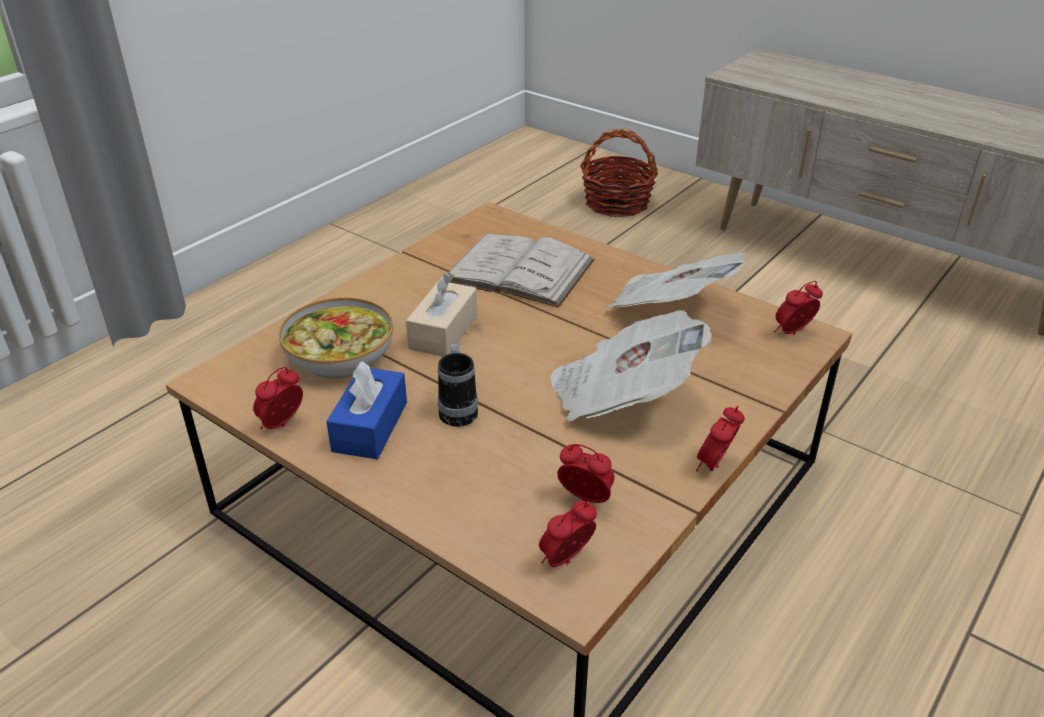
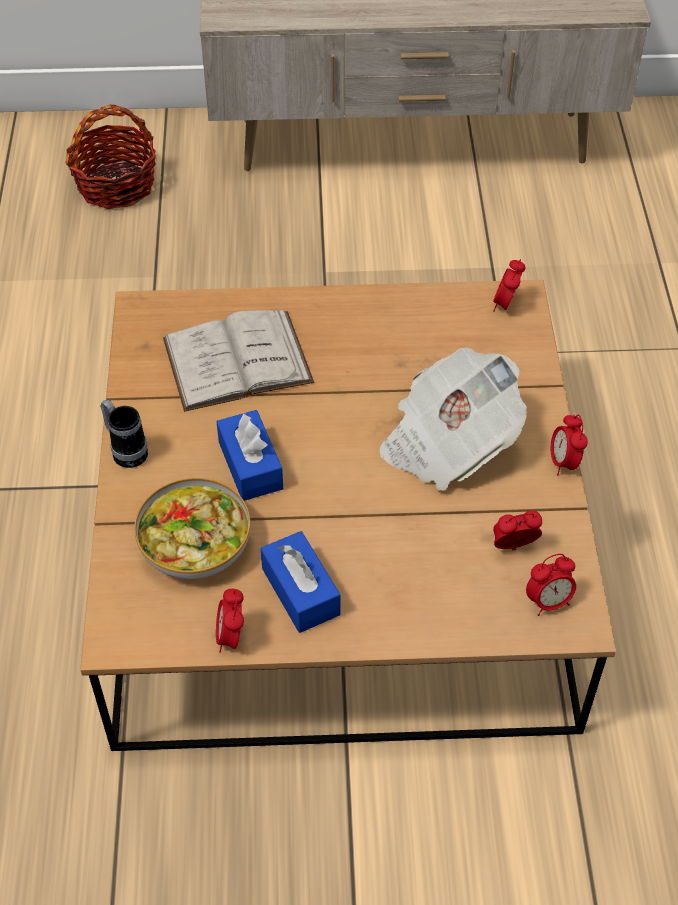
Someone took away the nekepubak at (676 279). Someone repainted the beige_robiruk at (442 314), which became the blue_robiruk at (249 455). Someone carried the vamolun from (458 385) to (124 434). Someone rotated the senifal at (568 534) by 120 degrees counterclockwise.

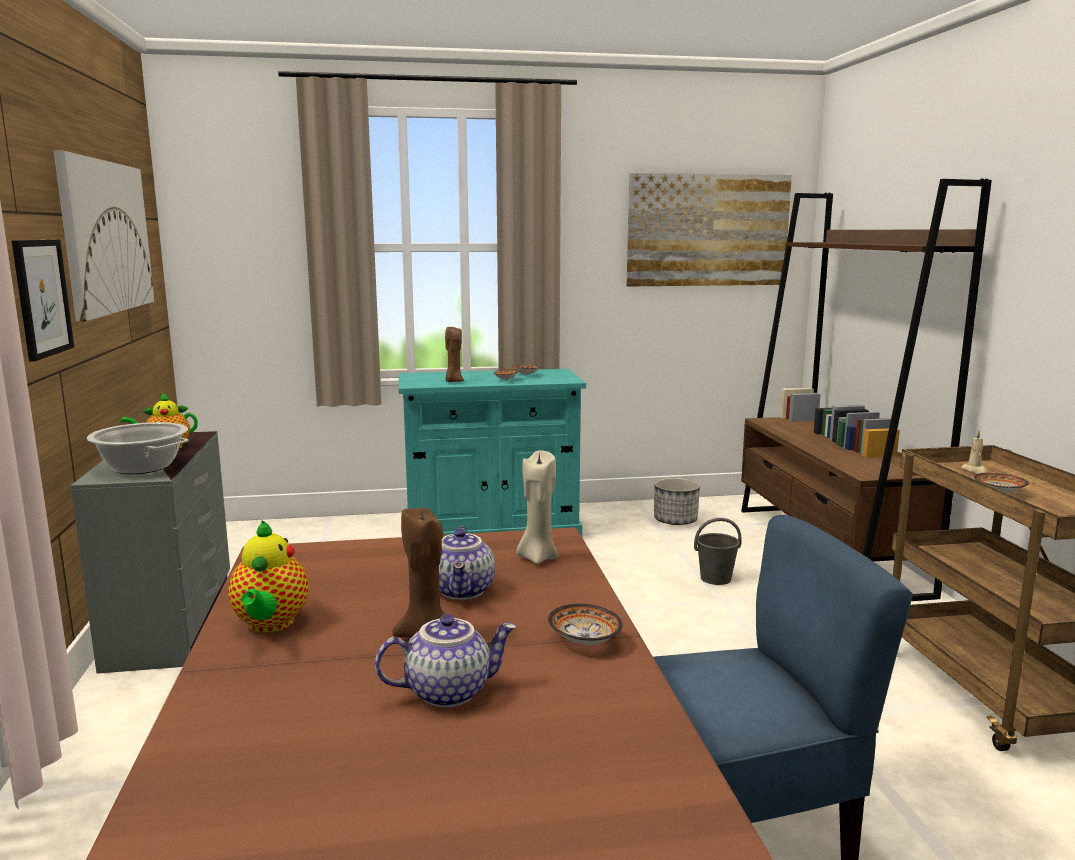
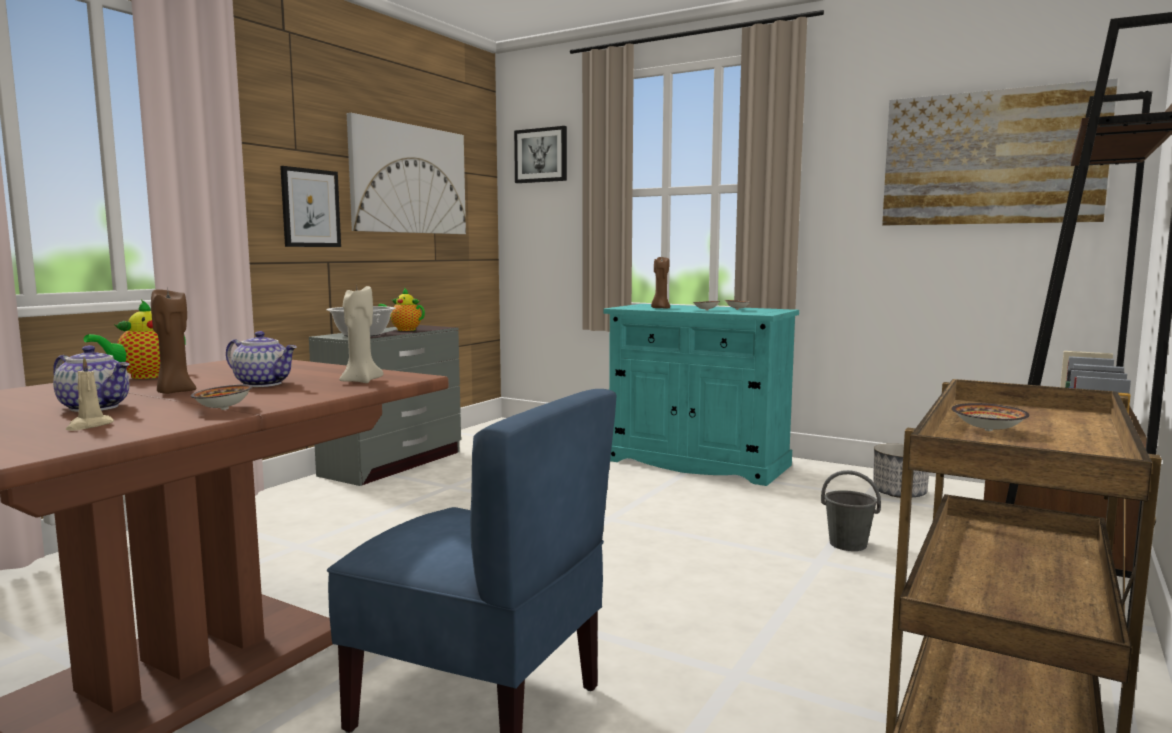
Someone carried the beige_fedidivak from (974 452) to (89 394). Someone rotated the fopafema at (467 563) by 105 degrees counterclockwise. Someone put up the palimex at (540 154).

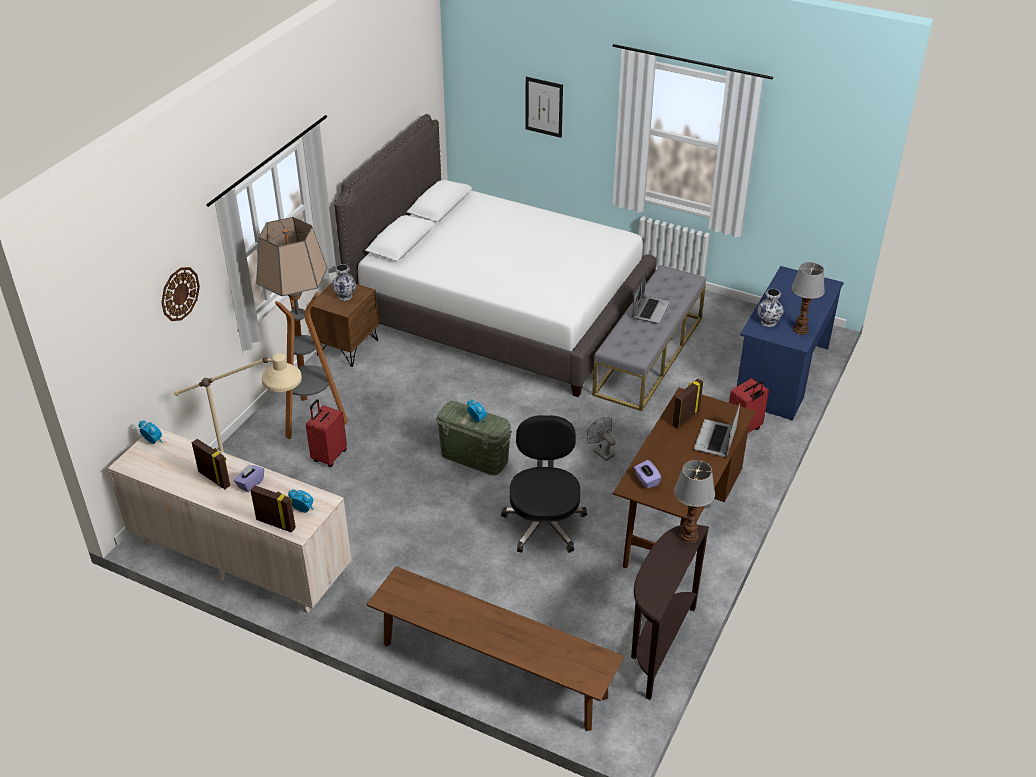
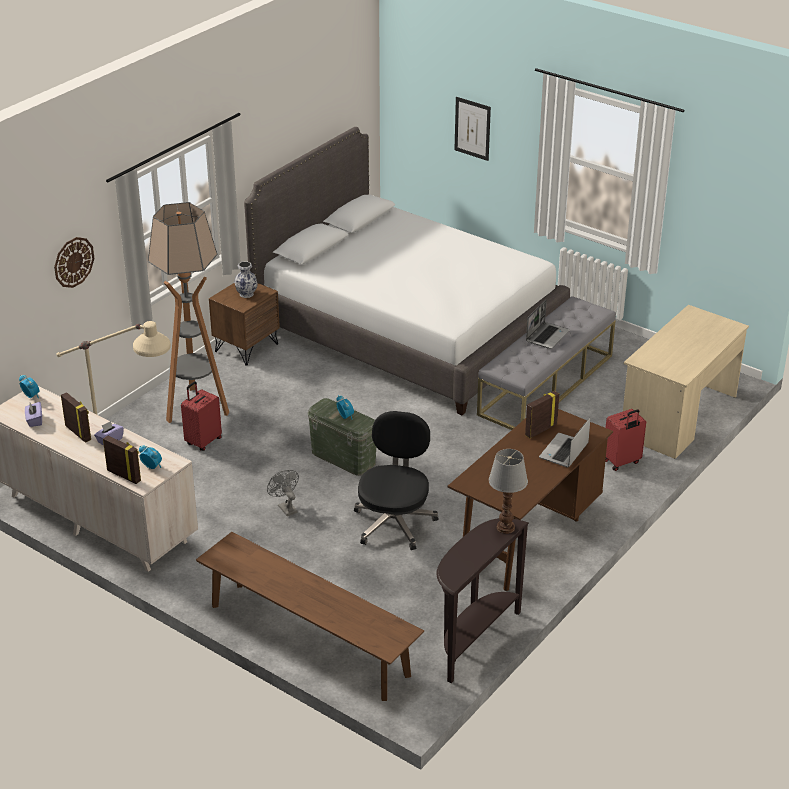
Someone took away the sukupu at (808 298). Someone repainted the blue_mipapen at (790 343), which became the beige_mipapen at (686 382). Someone took away the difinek at (770 308). Someone carried the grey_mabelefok from (601 439) to (283 493). Someone carried the purple_robiruk from (647 474) to (33 414).

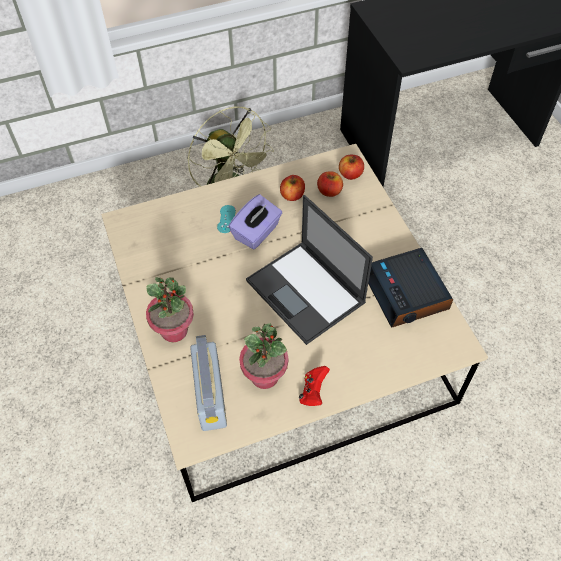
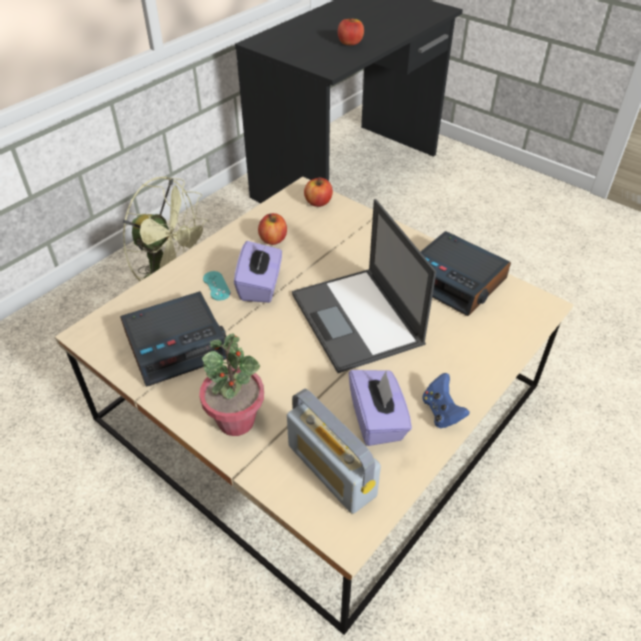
Someone carried the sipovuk from (330 184) to (351 31). Someone rotated the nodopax at (309 270) by 45 degrees clockwise. Someone swapped the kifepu at (263 356) for the purple_robiruk at (380 408). Someone repainted the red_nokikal at (314 386), which became the blue_nokikal at (446 400). Someone put down the senifal at (173 339).

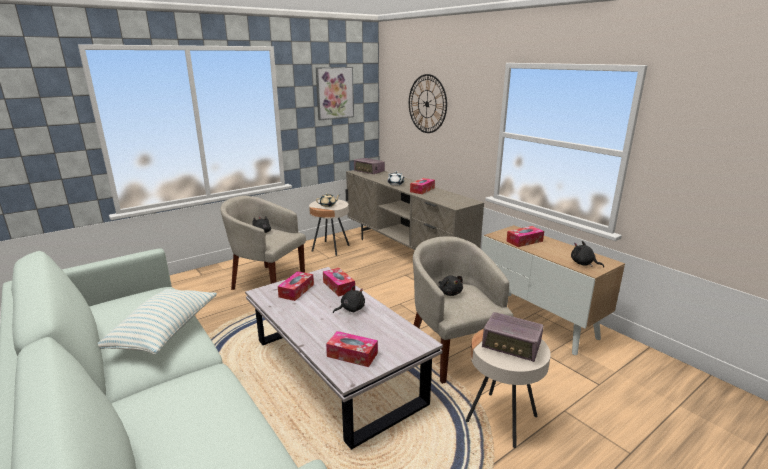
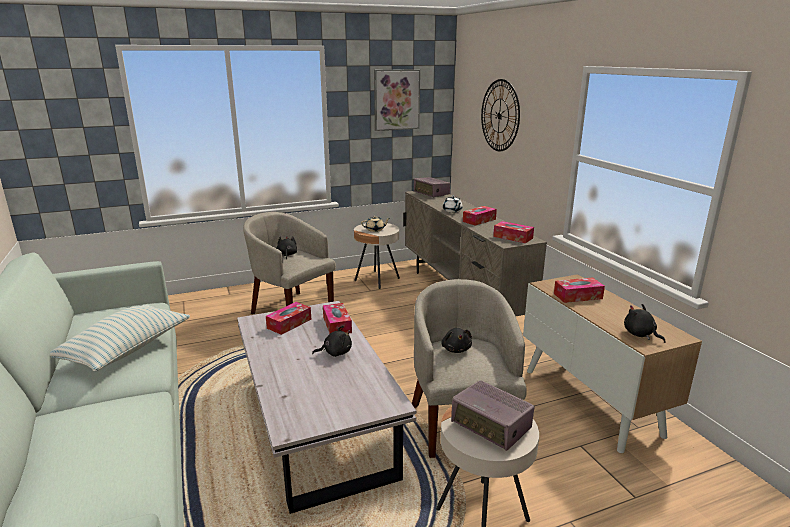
Someone carried the robiruk from (352 349) to (513 232).

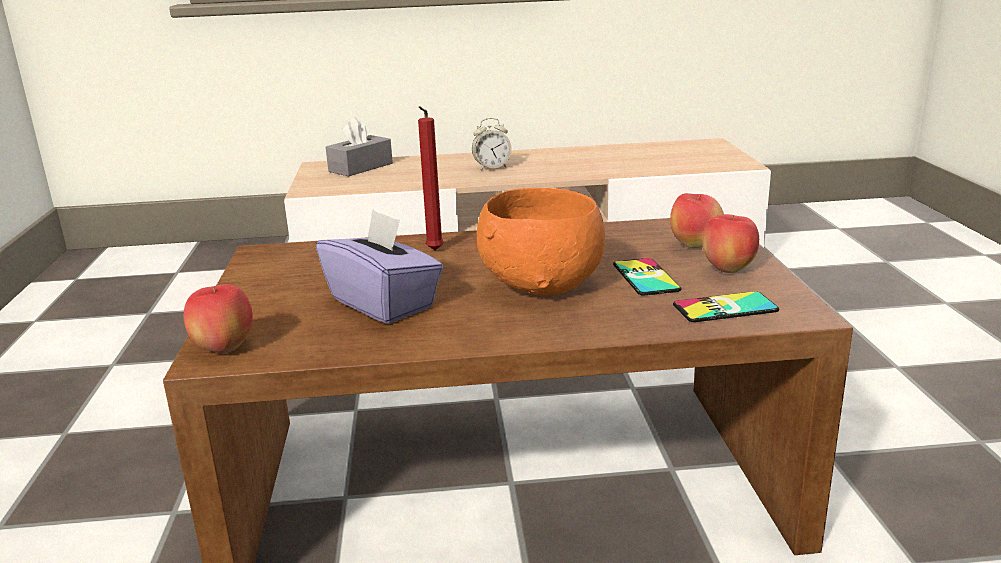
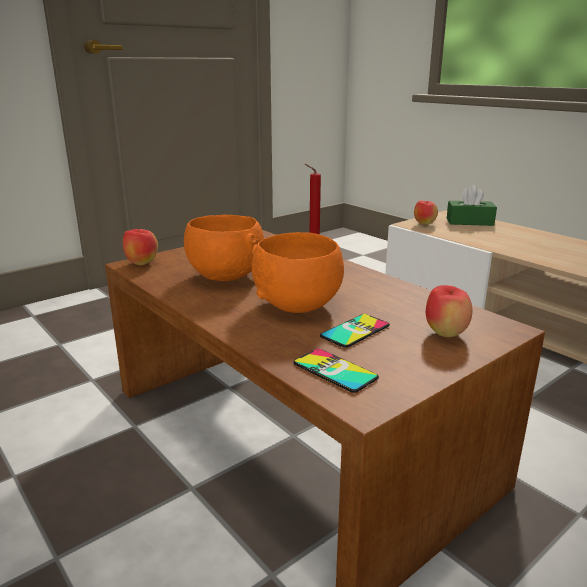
Someone repainted the grey_robiruk at (359 146), which became the green_robiruk at (472 205). Someone took away the senifal at (492 144). Someone swapped the purple_robiruk at (379 266) for the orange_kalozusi at (224 248). Someone carried the sipovuk from (730 243) to (426 213).

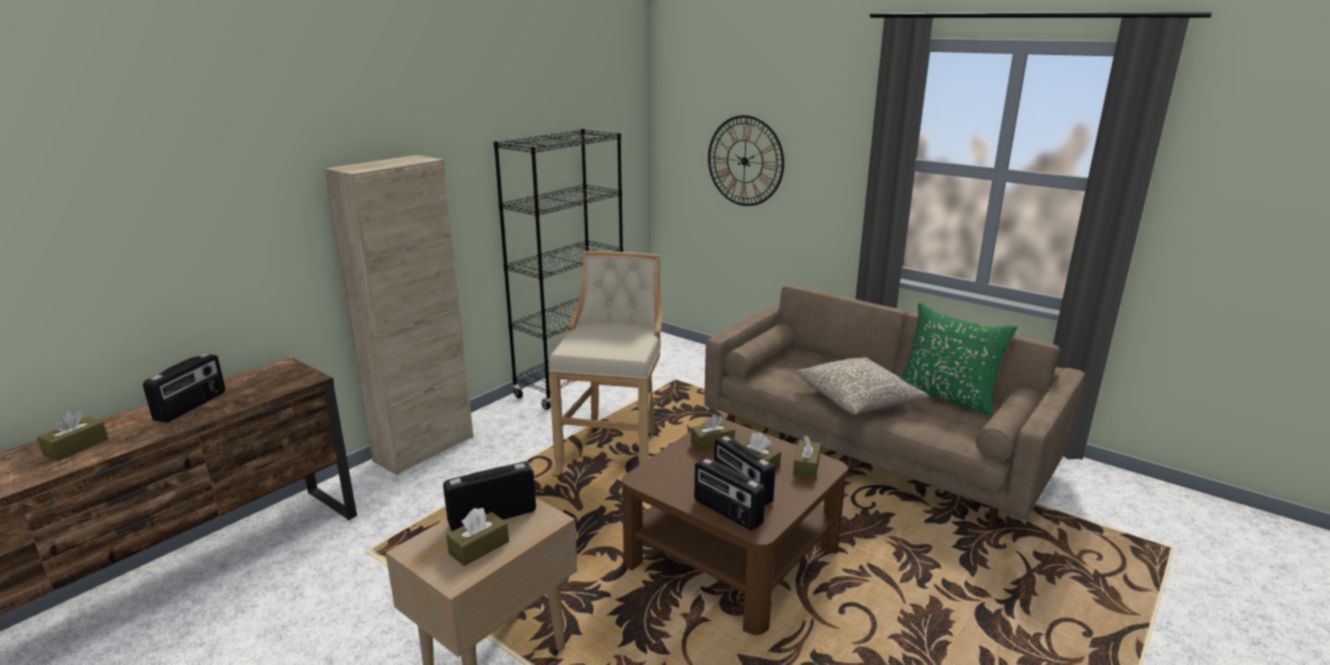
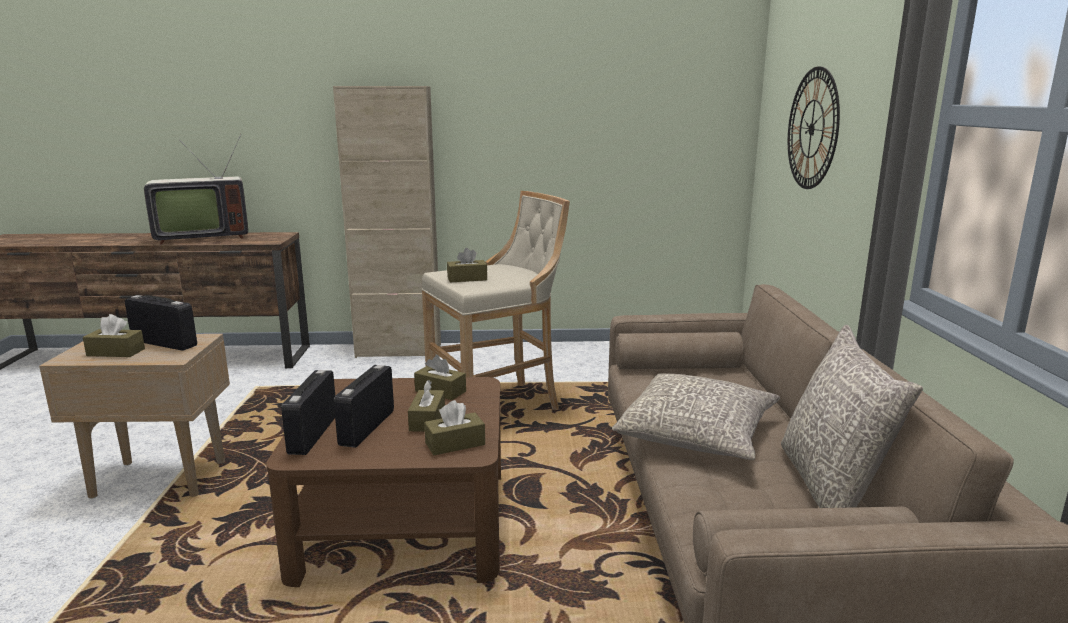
Someone took away the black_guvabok at (558 269). Someone repainted the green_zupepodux at (959 358), which became the grey_zupepodux at (852 416). Someone swapped the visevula at (184 388) for the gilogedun at (196 189). Someone carried the brown_robiruk from (73 435) to (467 265).

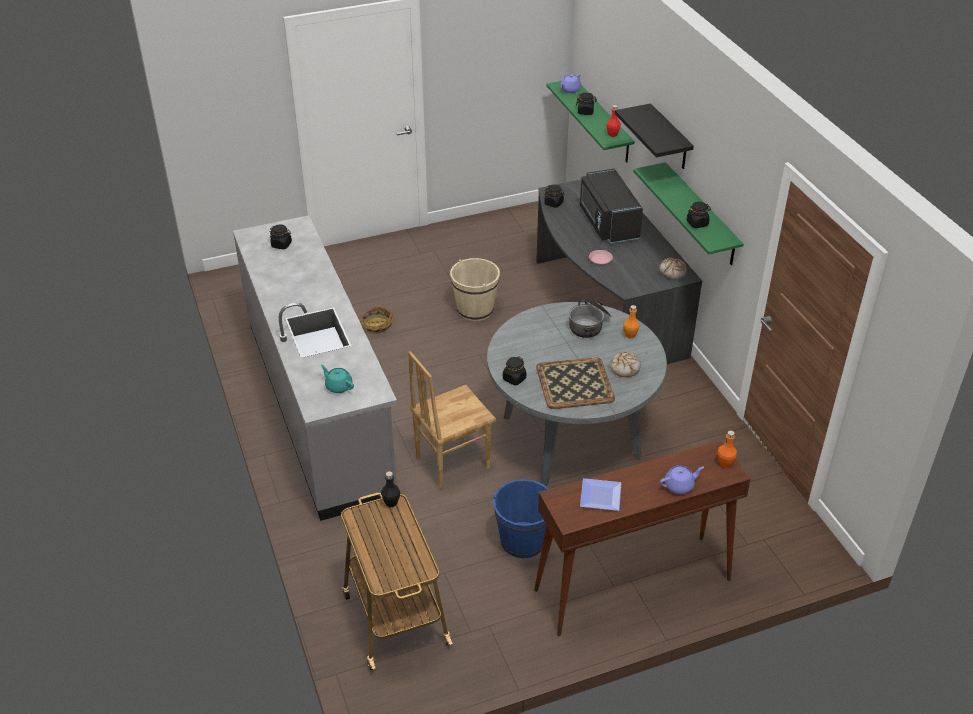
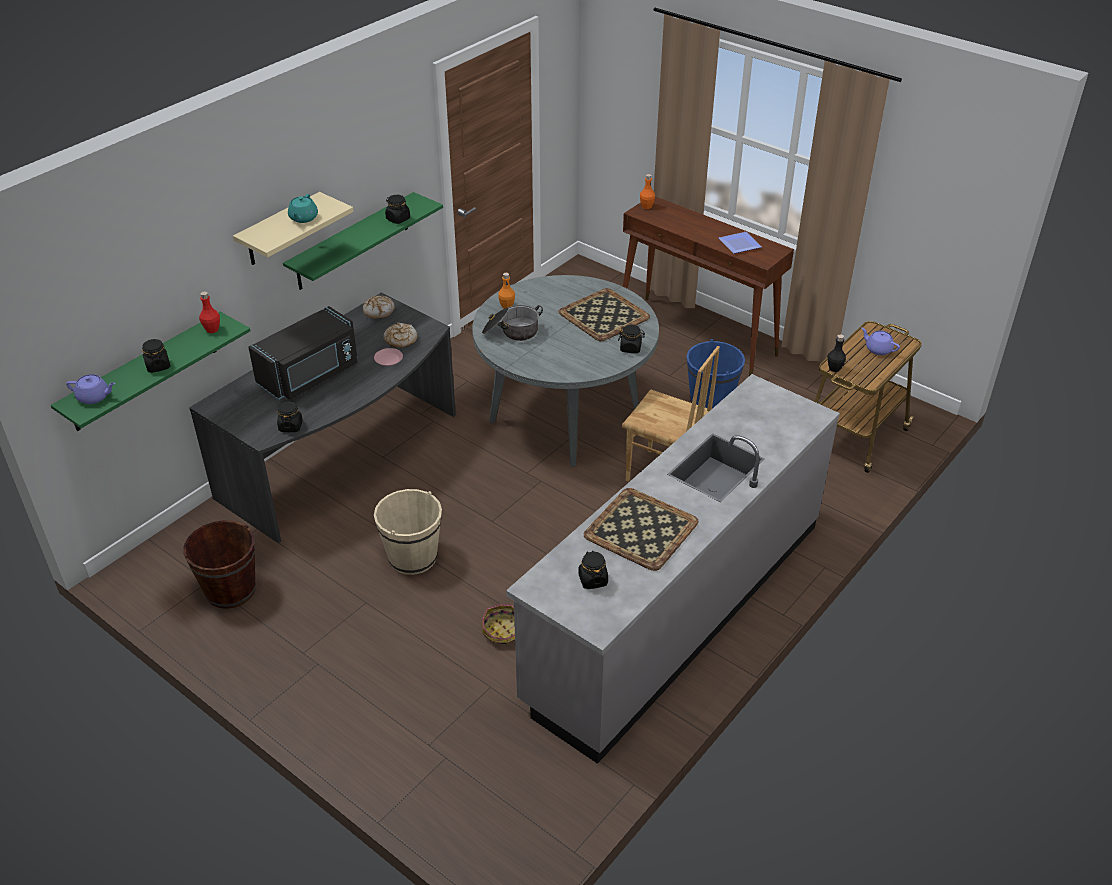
Someone repainted the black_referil at (654 136), which became the beige_referil at (293 228). Someone carried the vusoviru from (625 364) to (401 335). Someone carried the turquoise_fopafema from (337 379) to (303 208). Someone carried the purple_fopafema from (682 479) to (880 341). Someone put down the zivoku at (641 529). Someone put down the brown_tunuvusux at (219 564).

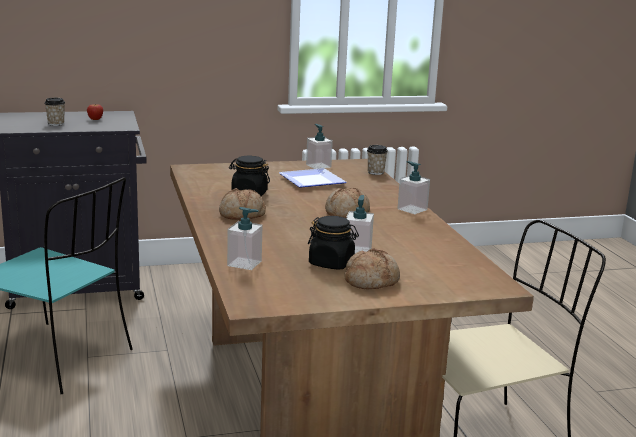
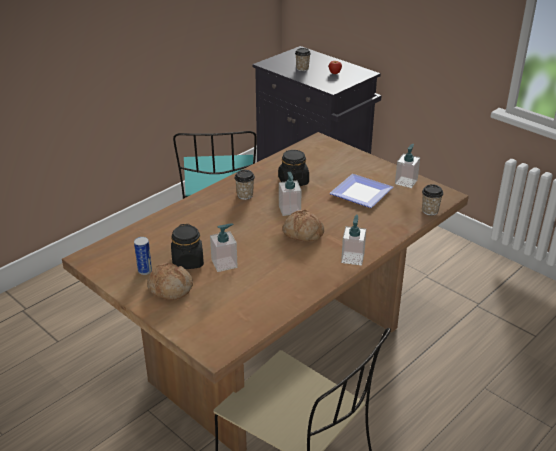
Someone swapped the vusoviru at (242 204) for the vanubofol at (245 185). Someone carried the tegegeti from (244 238) to (290 194). Someone put down the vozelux at (143 256).

